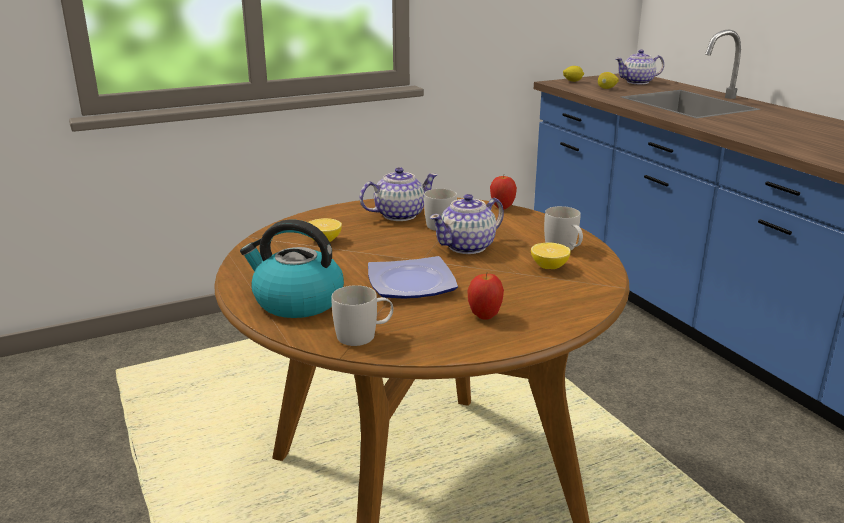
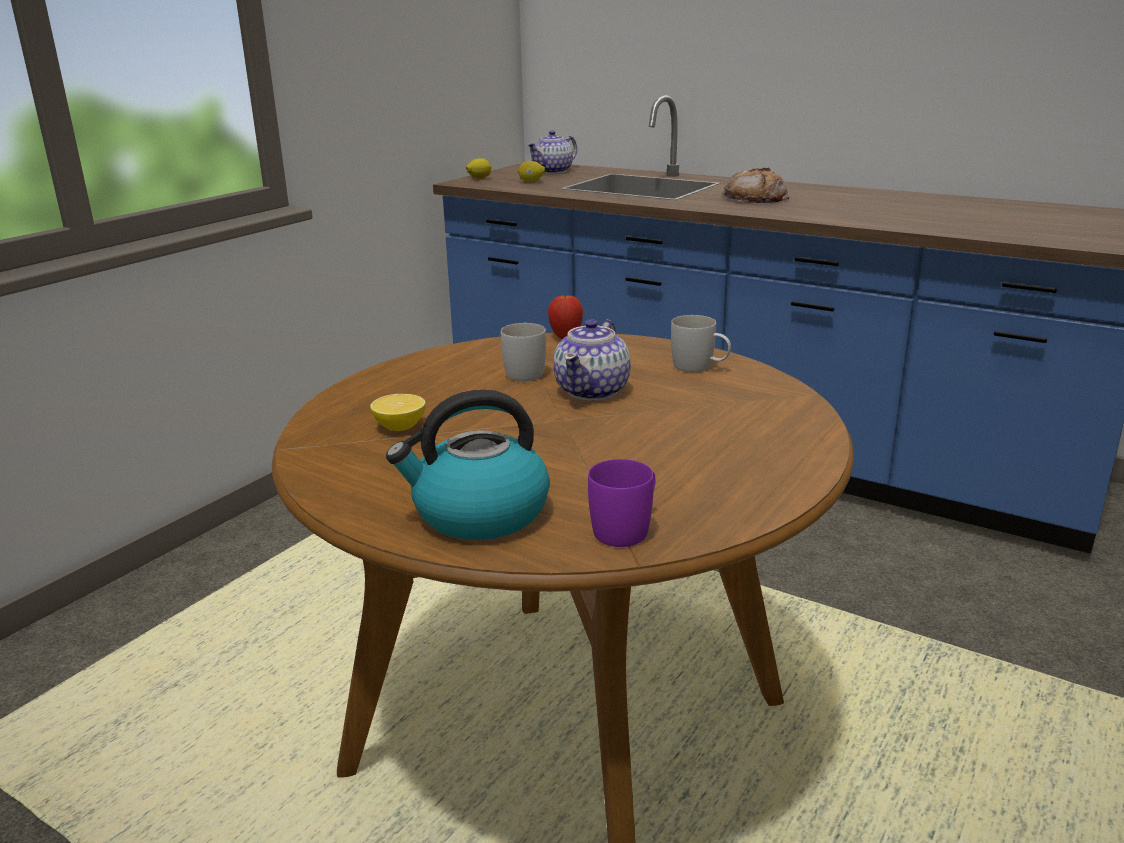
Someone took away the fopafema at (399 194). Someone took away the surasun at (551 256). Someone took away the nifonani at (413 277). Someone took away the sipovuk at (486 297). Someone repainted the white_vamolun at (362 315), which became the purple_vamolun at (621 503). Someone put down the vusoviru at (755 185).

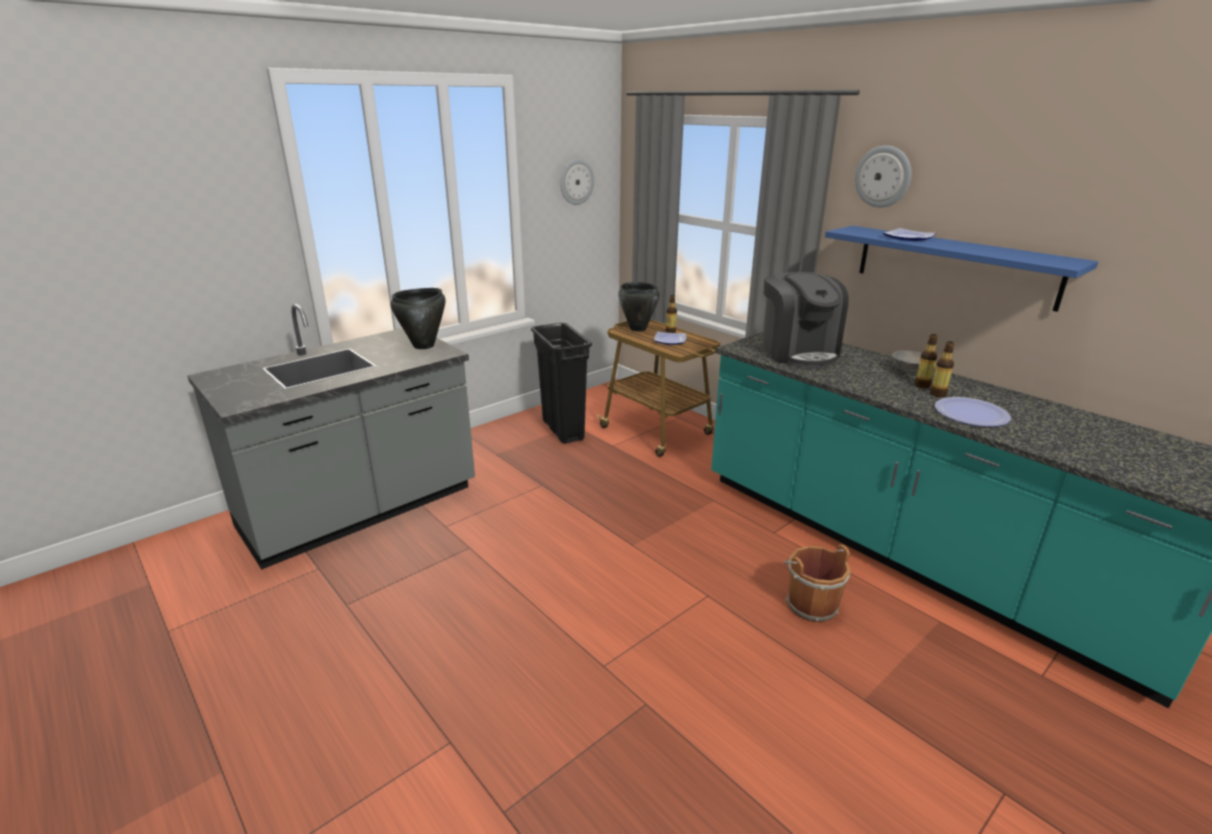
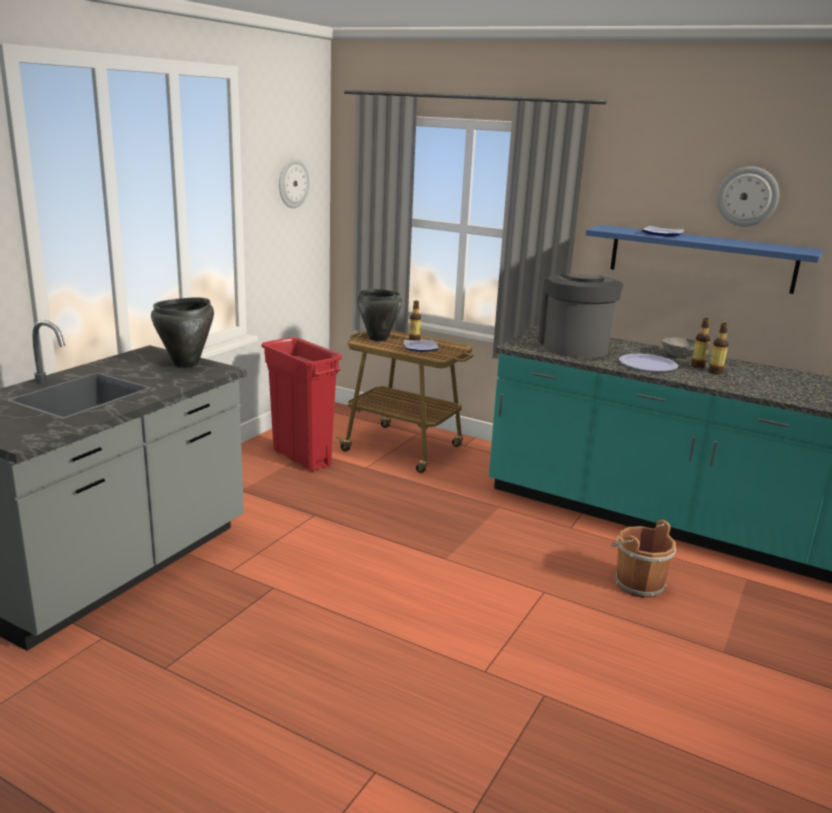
Someone carried the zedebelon from (883 176) to (747 196). Someone rotated the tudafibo at (805 320) by 150 degrees counterclockwise. Someone repainted the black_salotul at (561 383), which became the red_salotul at (301 404). Someone carried the nifonani from (973 412) to (648 363).

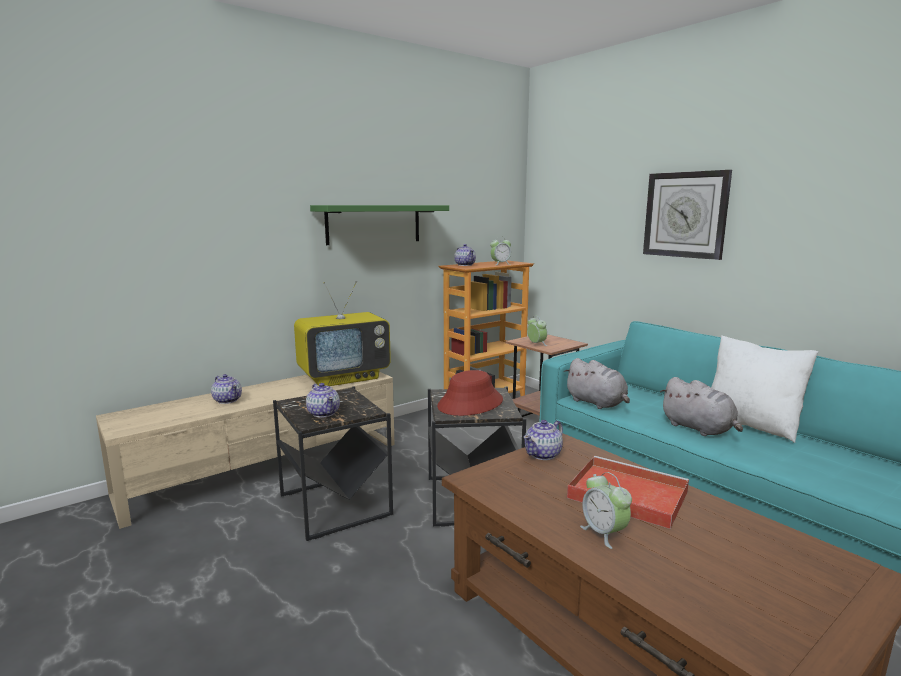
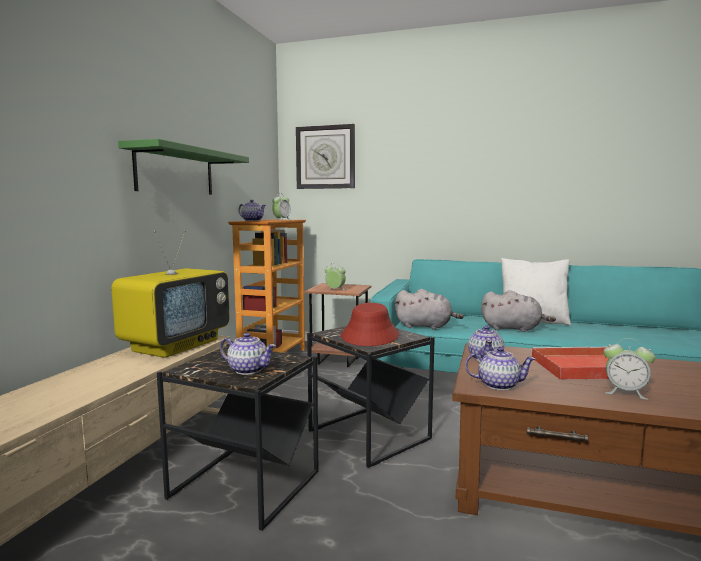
Someone carried the zedebelon from (687 215) to (325 156). Someone carried the fopafema from (226 389) to (500 368).

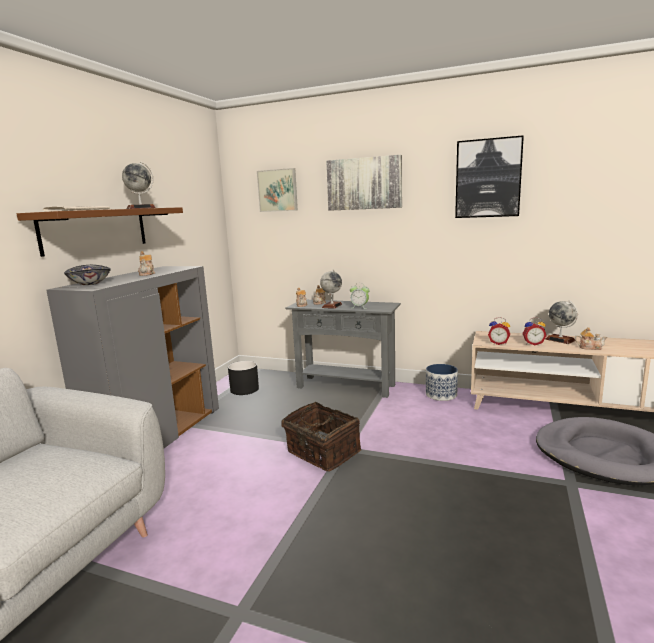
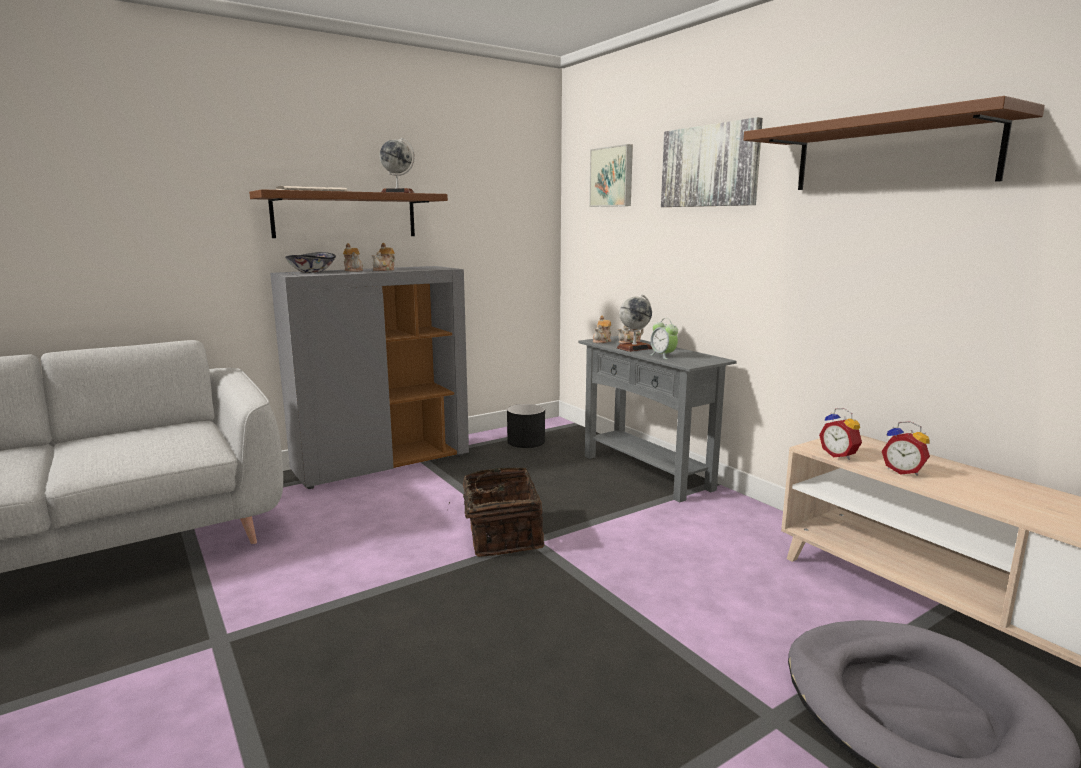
Someone swapped the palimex at (489 176) for the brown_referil at (894 143). Someone took away the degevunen at (561 322). Someone carried the fopafema from (591 338) to (353 257). Someone took away the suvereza at (442 382).

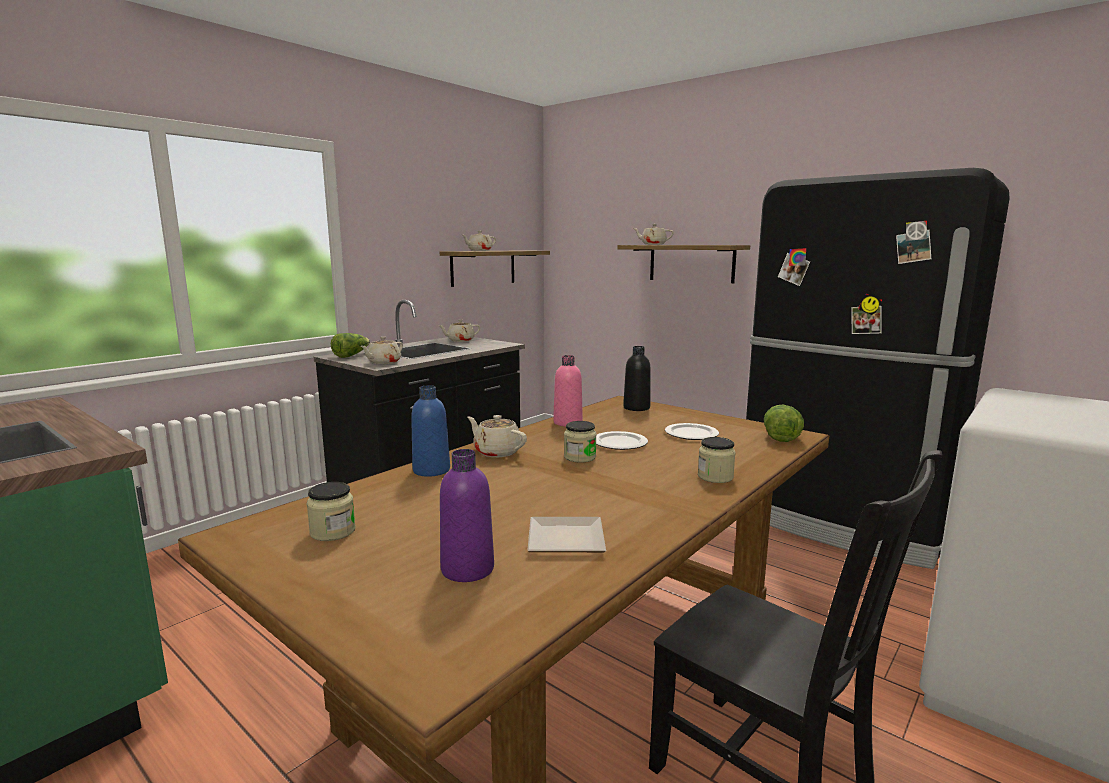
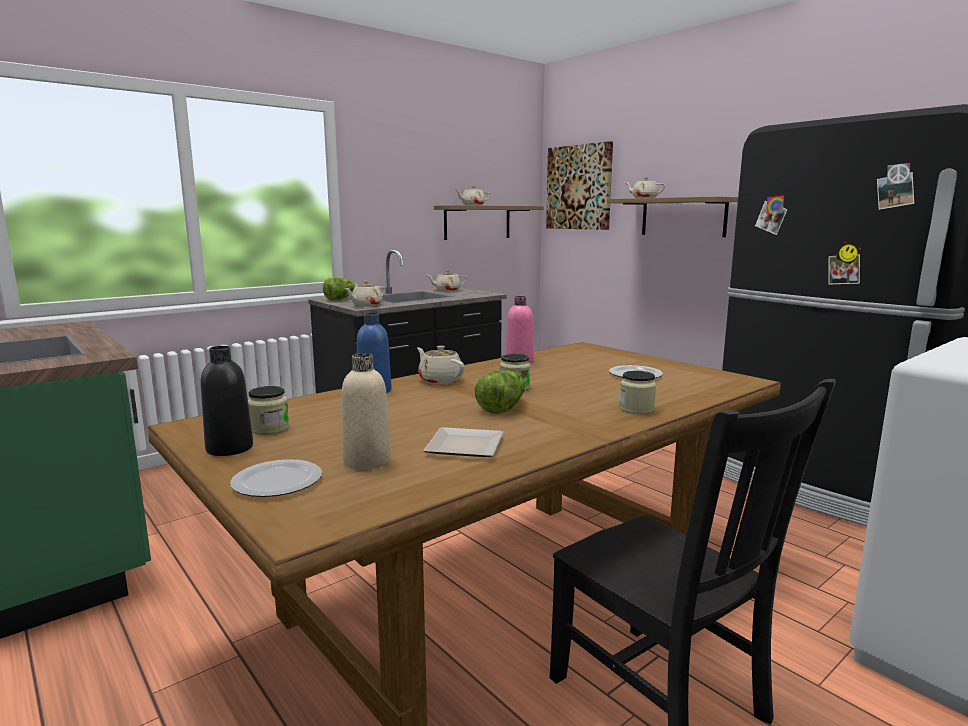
Someone carried the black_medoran from (636 378) to (227 401). Someone carried the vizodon from (784 423) to (500 392). Someone carried the nifonani from (622 440) to (276 478). Someone repainted the purple_medoran at (467 515), which became the beige_medoran at (366 411). Someone put up the palimex at (579 185).

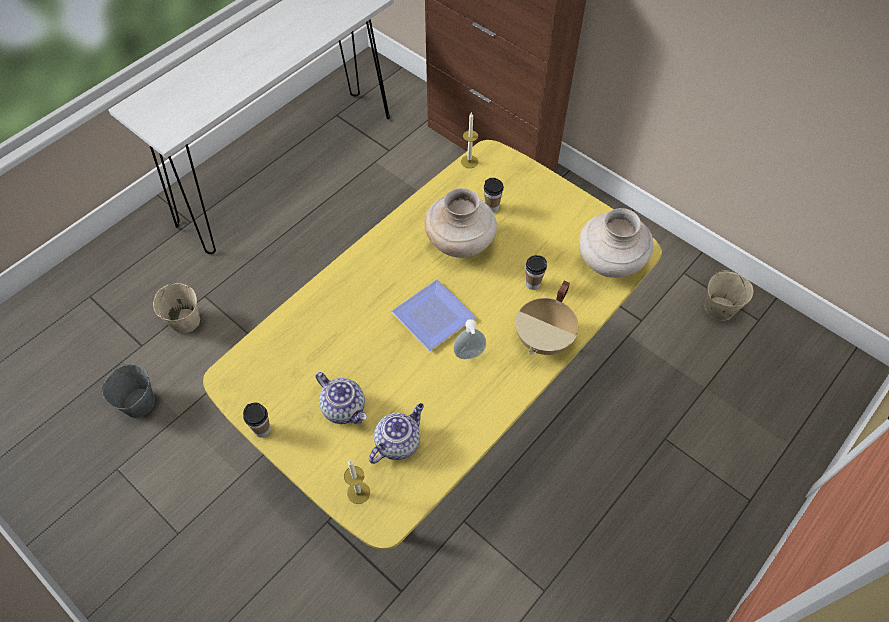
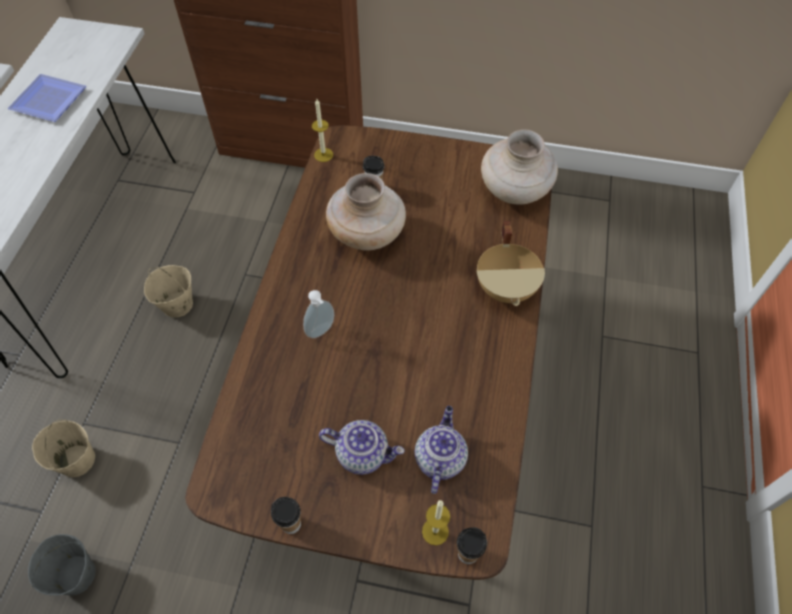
Someone repainted the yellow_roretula at (432 345), which became the brown_roretula at (368 352). Someone carried the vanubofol from (536 272) to (472 545). Someone carried the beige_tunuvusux from (729 295) to (168 291). Someone carried the nifonani from (433 315) to (47 98). Someone carried the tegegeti from (469 339) to (318 314).

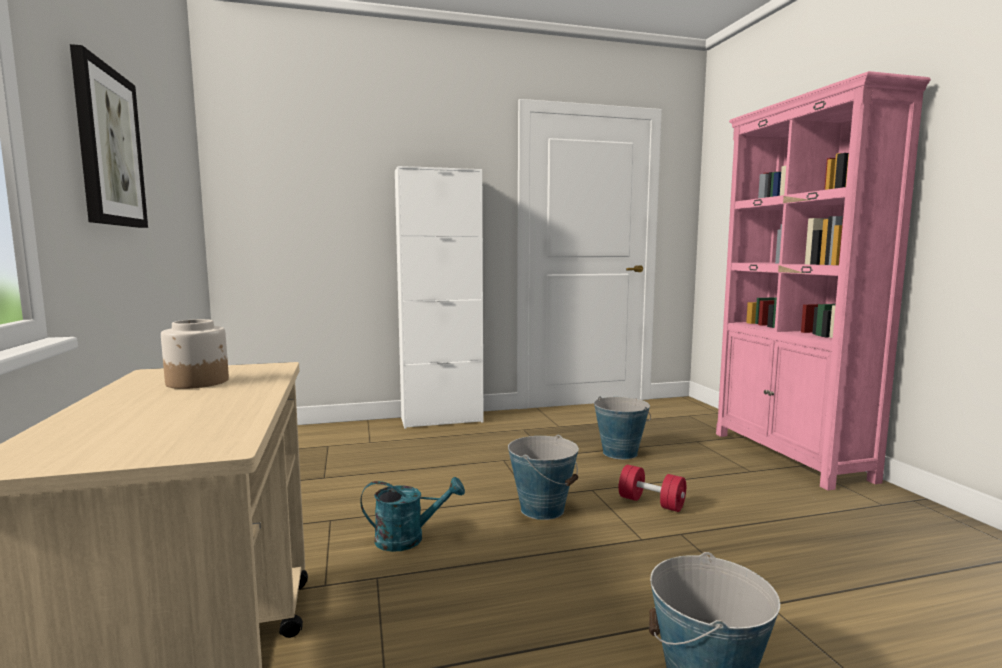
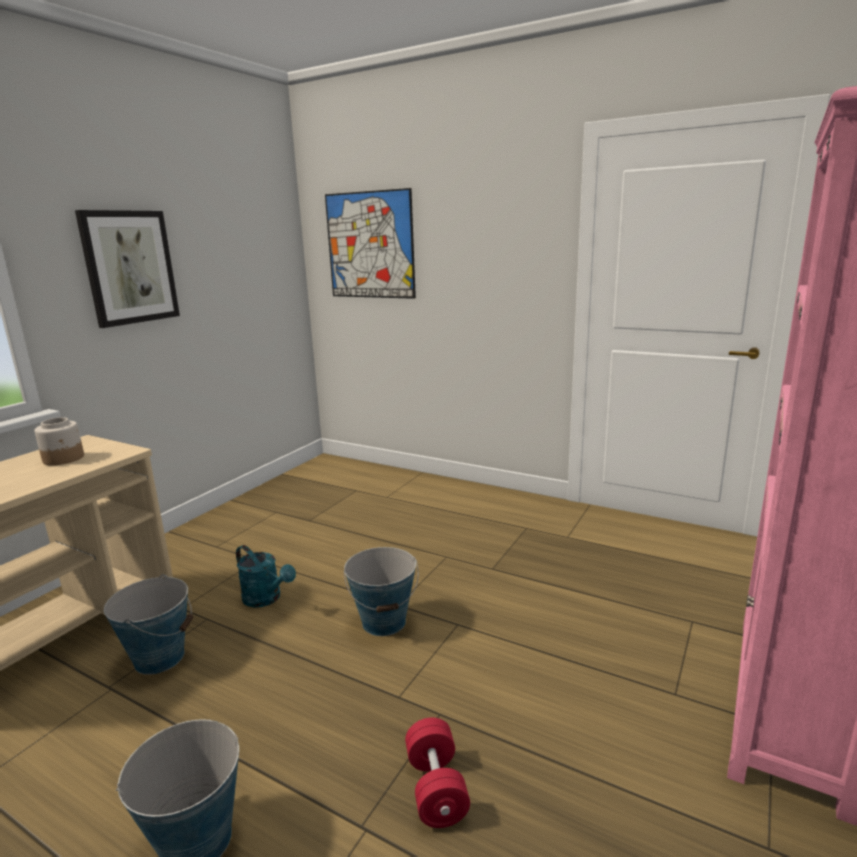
Someone took away the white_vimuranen at (439 297). Someone carried the tunuvusux from (622 427) to (148 624). Someone carried the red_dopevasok from (652 488) to (437 772). Someone put up the palimex at (370 243).

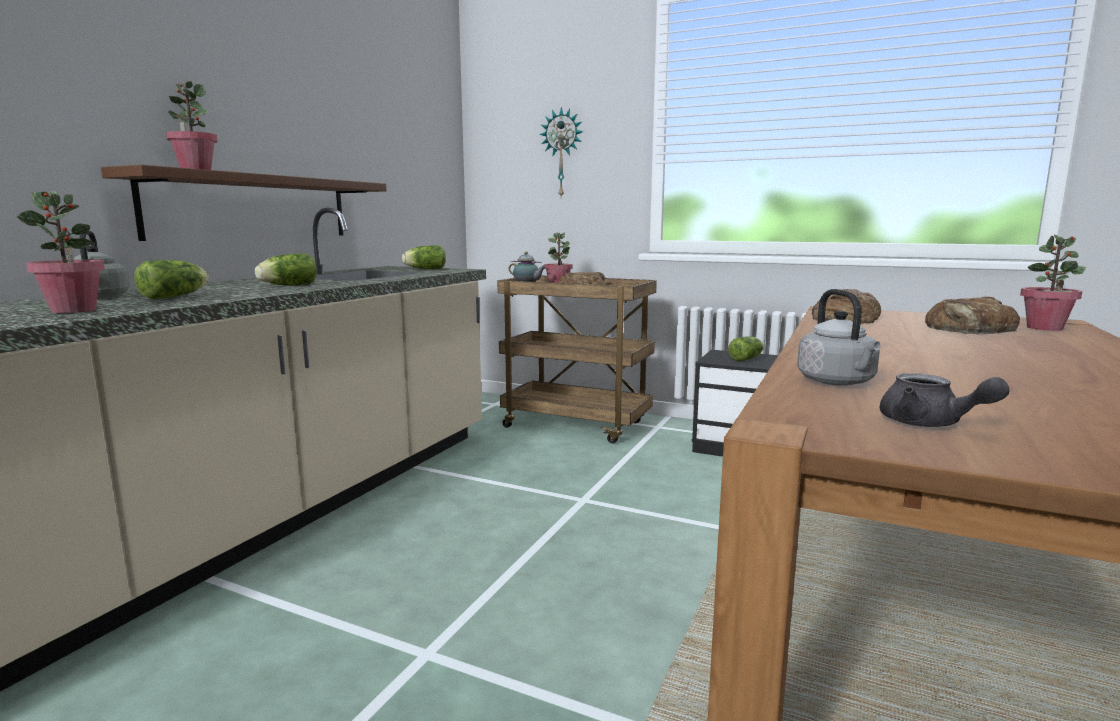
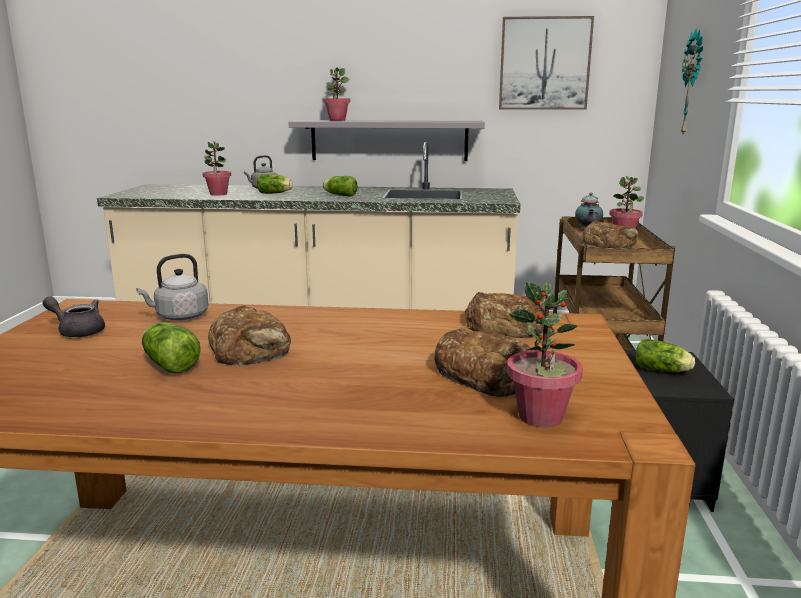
Someone repainted the brown_referil at (244 203), which became the grey_referil at (386 140). Someone carried the vizodon from (424 257) to (171 348). Someone rotated the grey_fopafema at (945 400) by 75 degrees clockwise. Someone put up the palimex at (546 63). Someone put down the vusoviru at (249 335).

